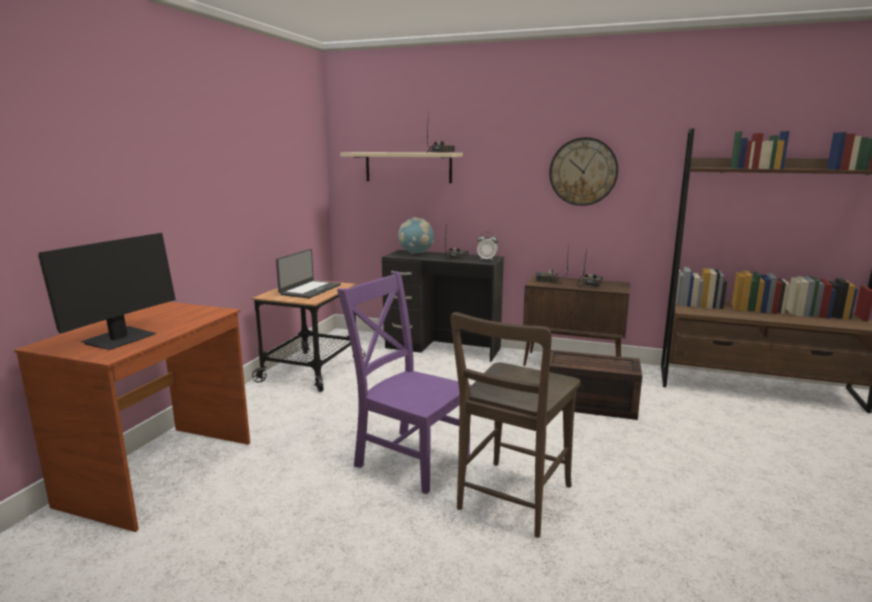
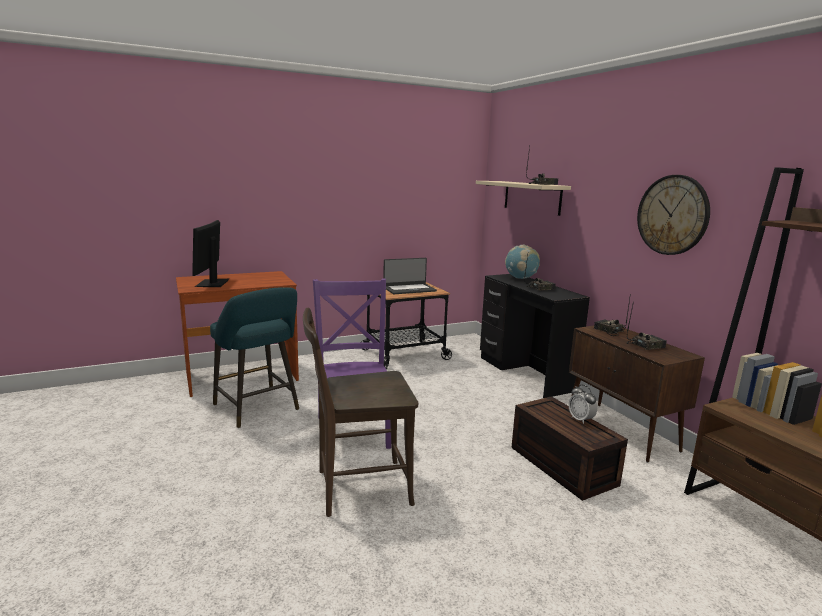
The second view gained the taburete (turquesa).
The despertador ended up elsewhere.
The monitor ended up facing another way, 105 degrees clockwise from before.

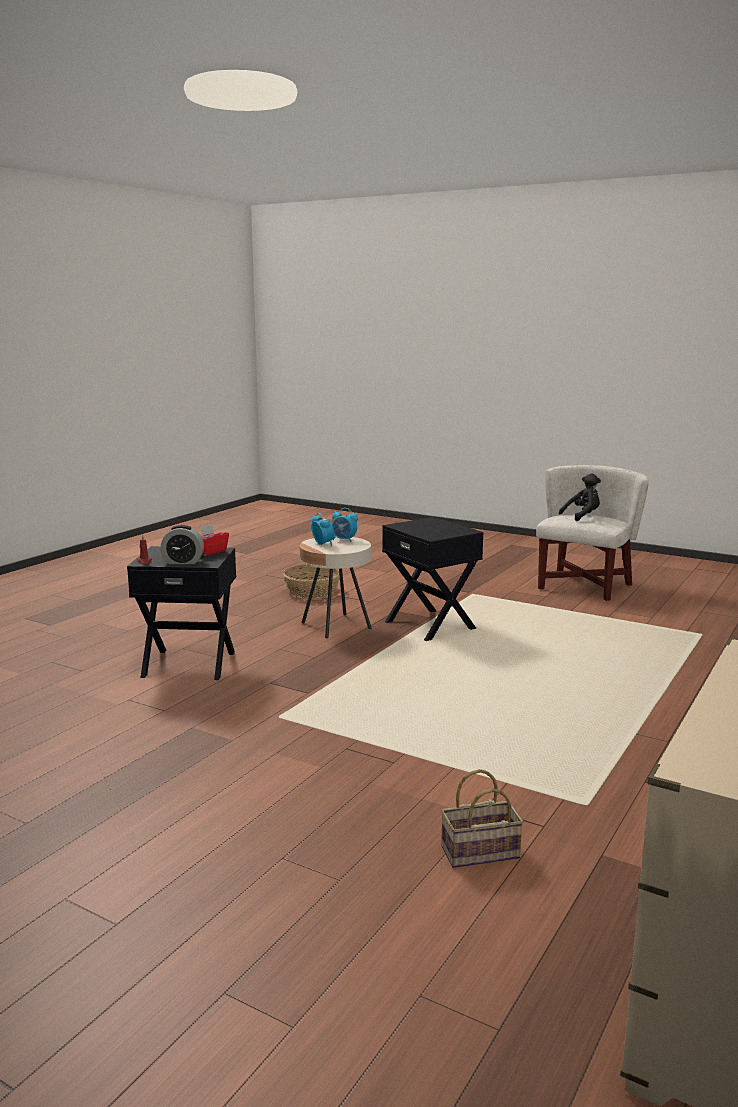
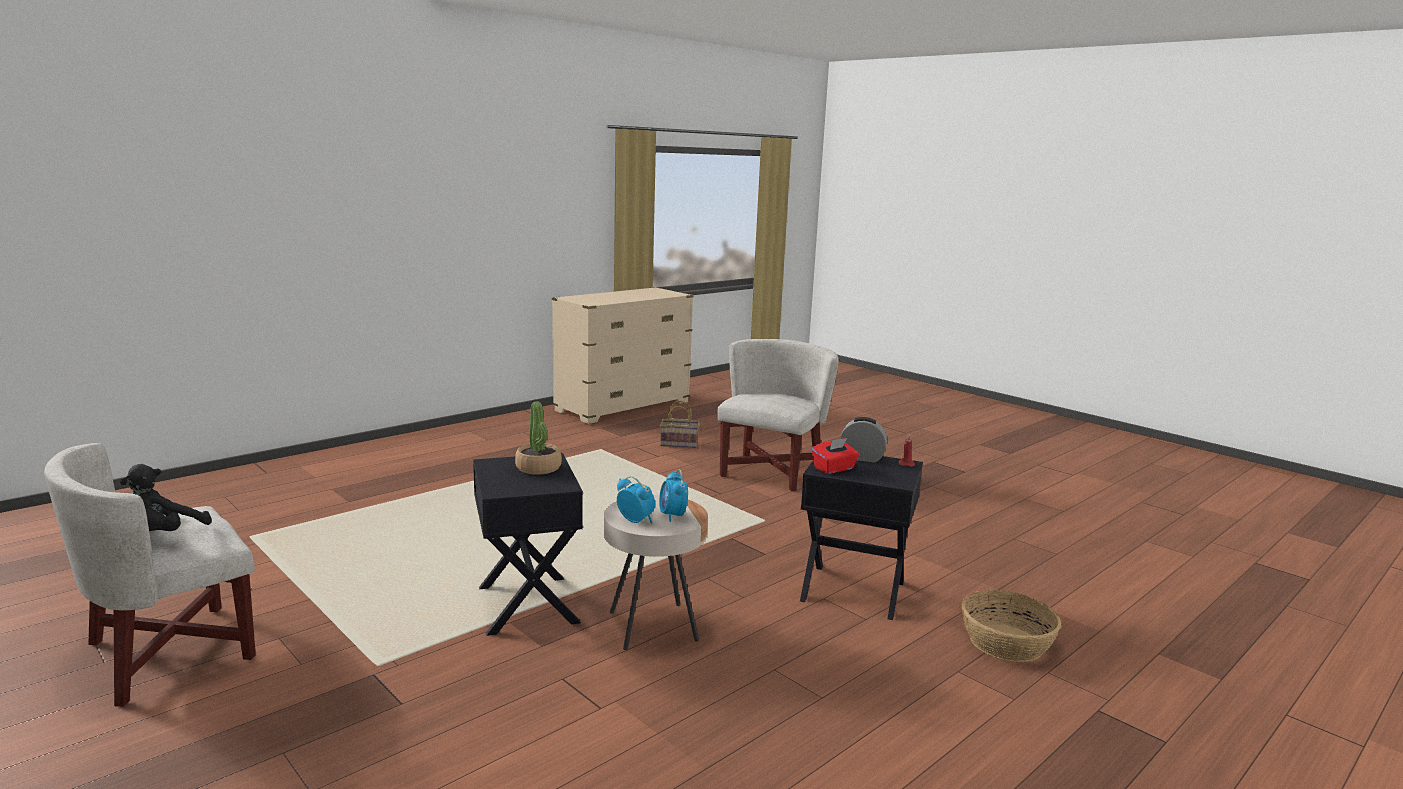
The second view gained the planta en maceta.
The second view gained the sillón (blanco) (2nd from left).
The cesta (1st from left in the first image) ended up elsewhere.
The peluche (negro) ended up facing another way, 60 degrees counterclockwise from before.

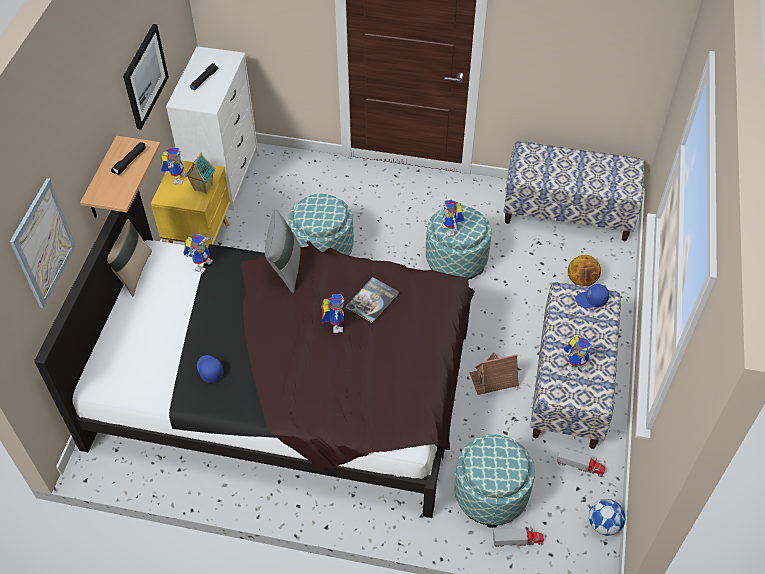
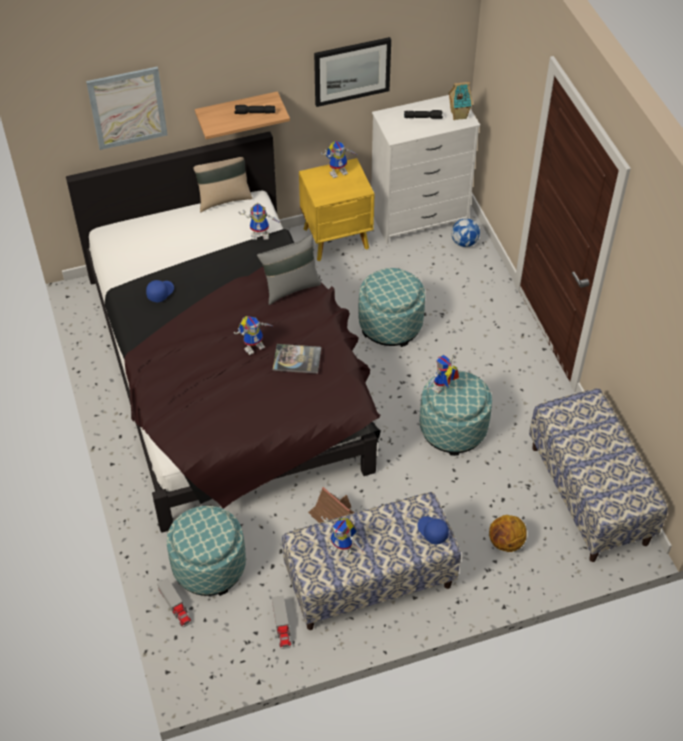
The casita (1st from left in the first image) ended up elsewhere.
The balón de fútbol ended up elsewhere.

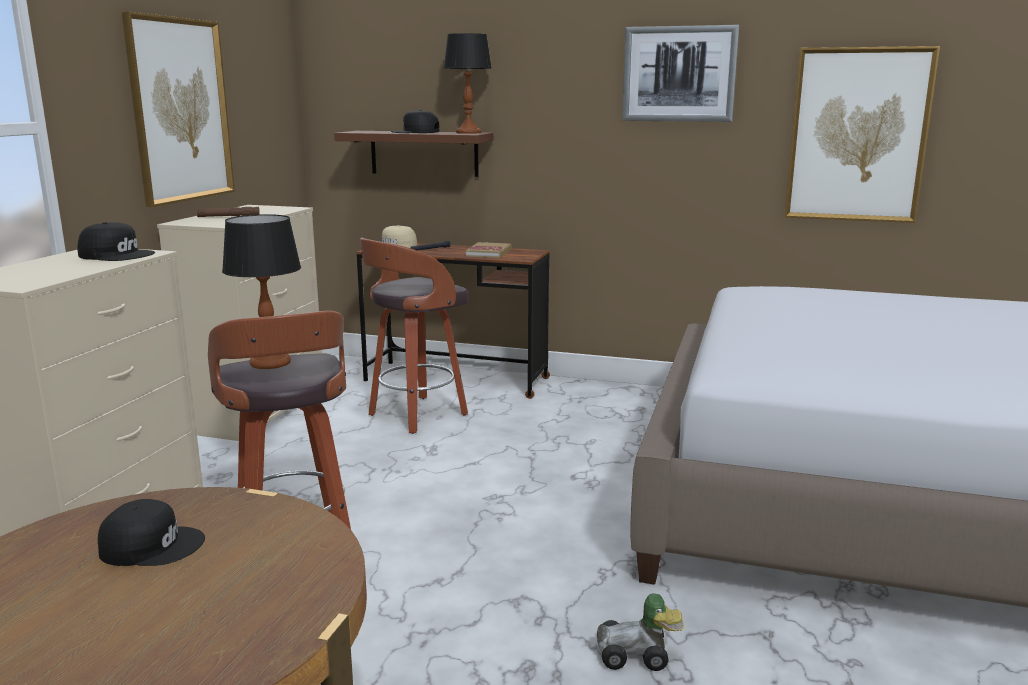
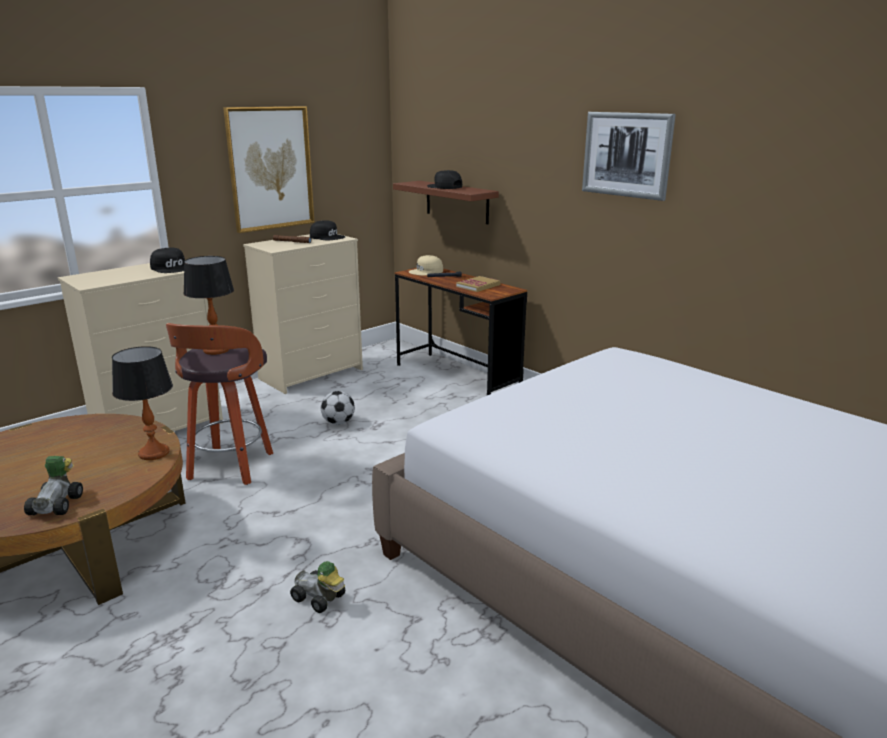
The second view lost the taburete (2nd from left).
The second view lost the cuadro (3rd from left).
The second view gained the coche de juguete (1st from left).
The second view gained the balón de fútbol.
The gorra (negro) (2nd from left) ended up elsewhere.
The lámpara de mesa (2nd from left in the first image) ended up elsewhere.

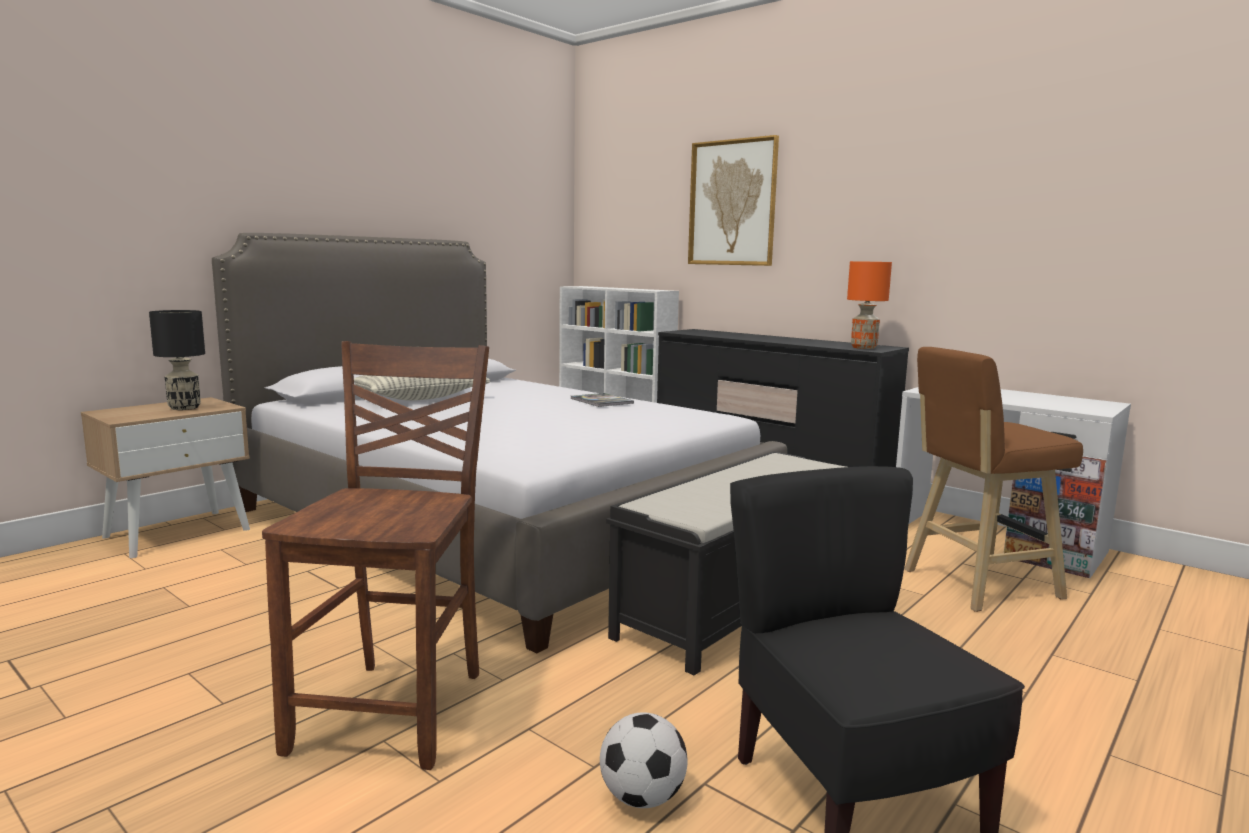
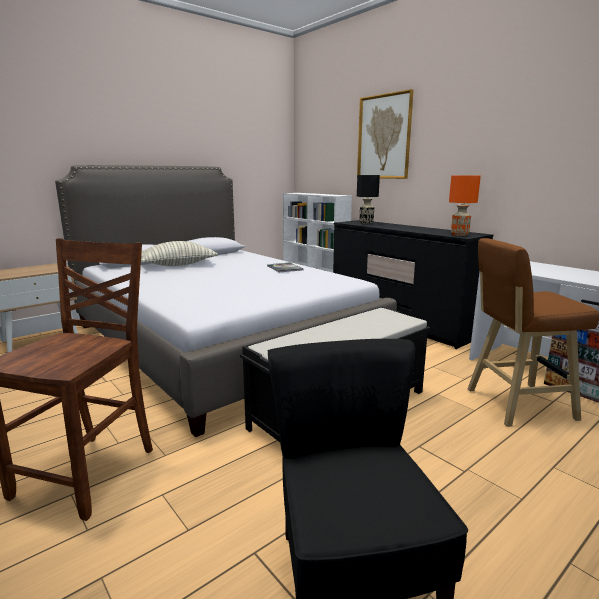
The second view lost the balón de fútbol.
The lámpara de mesa (negro) ended up elsewhere.

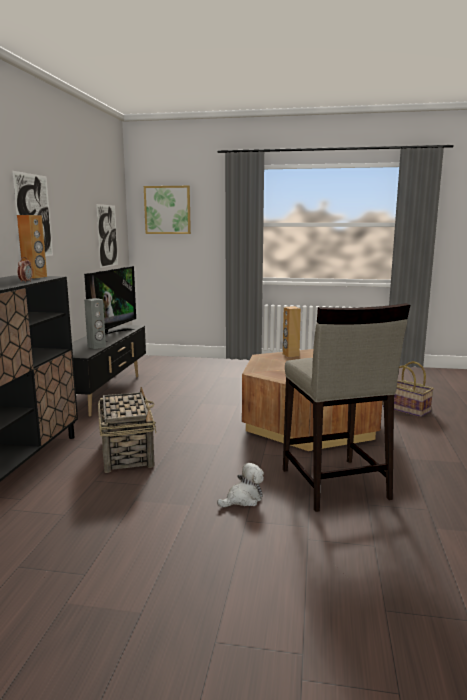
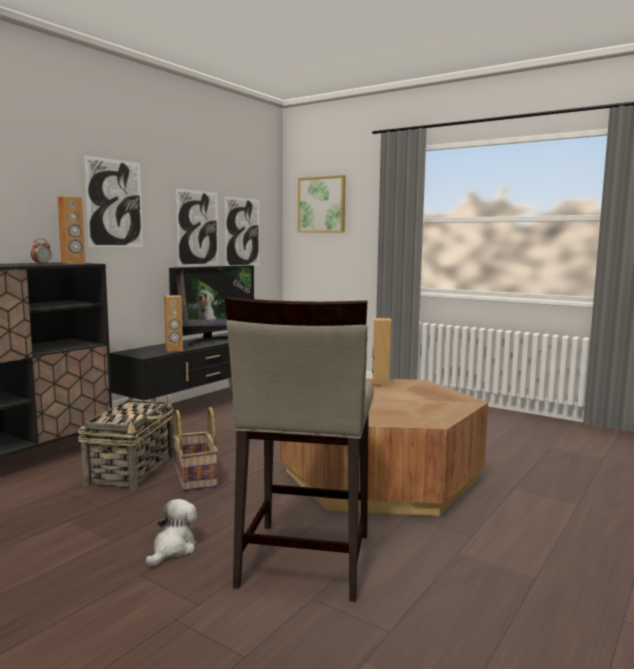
The second view gained the cuadro (2nd from left).
The cesta (2nd from left) ended up elsewhere.
What was the altavoz (gris) turned into the altavoz (marrón) (2nd from left).
The peluche ended up facing another way, 60 degrees counterclockwise from before.

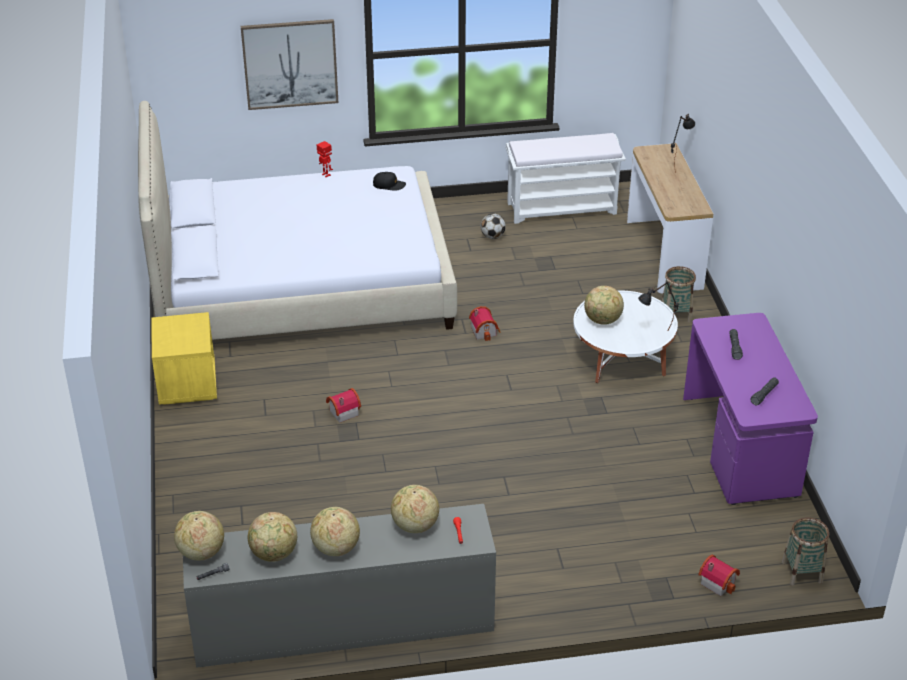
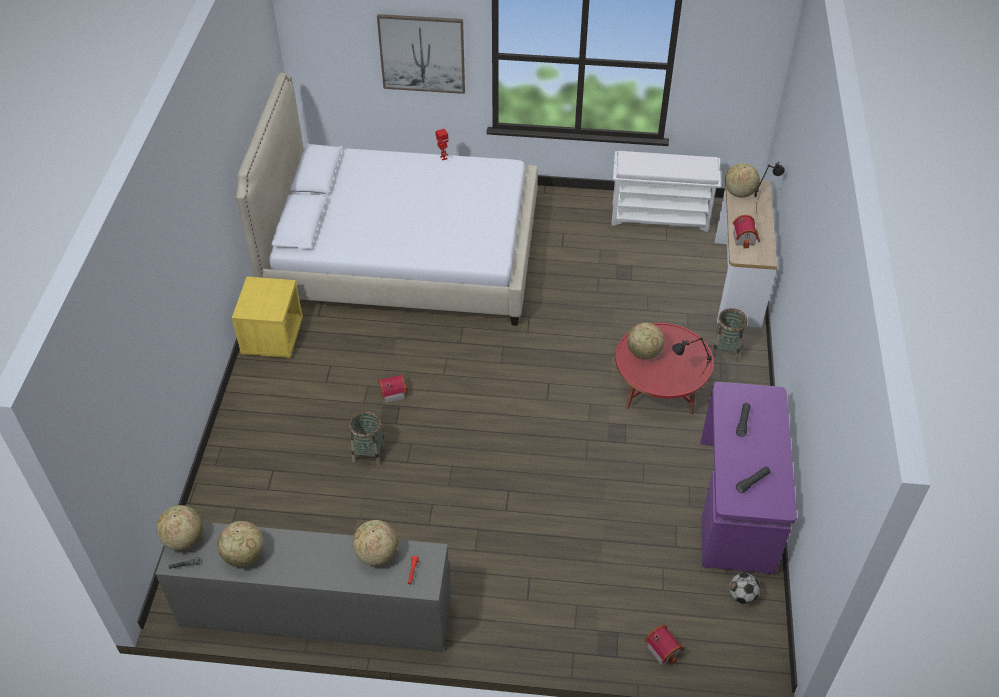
The second view lost the gorra (negro).
The globo terráqueo (3rd from left in the first image) ended up elsewhere.
The casita (2nd from left in the first image) ended up elsewhere.
The balón de fútbol ended up elsewhere.
The cesta (2nd from left in the first image) ended up elsewhere.
What was the mesa de centro (blanco) turned into the mesa de centro (rojo).

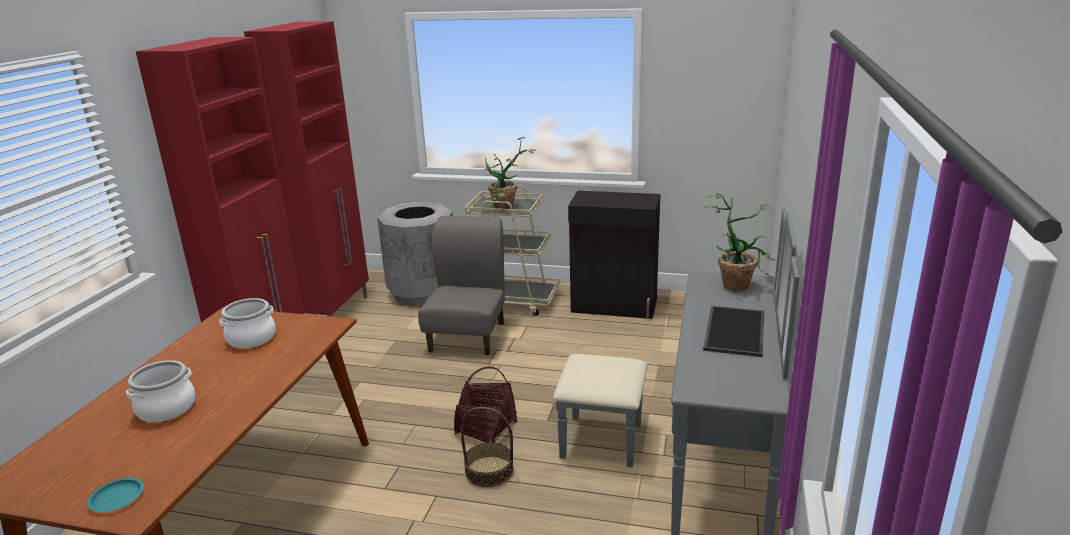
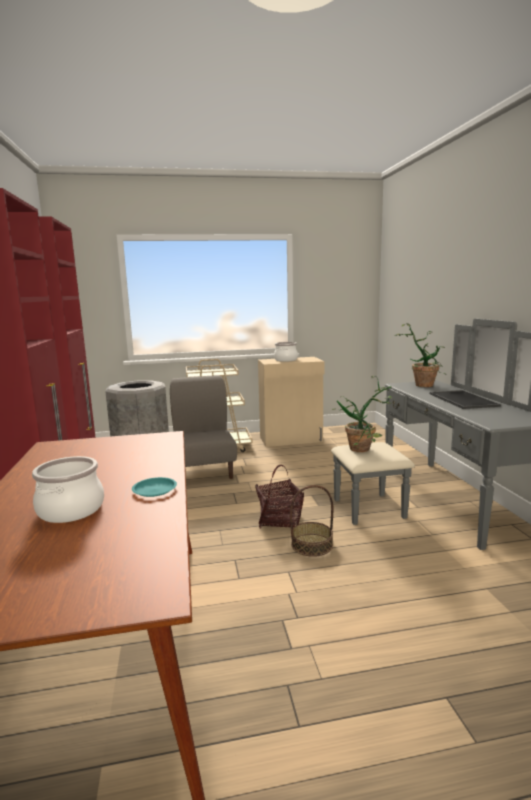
The plato (turquesa) ended up elsewhere.
The olla (2nd from left) ended up elsewhere.
The planta en maceta (1st from left) ended up elsewhere.
What was the armario (negro) turned into the armario (beis).

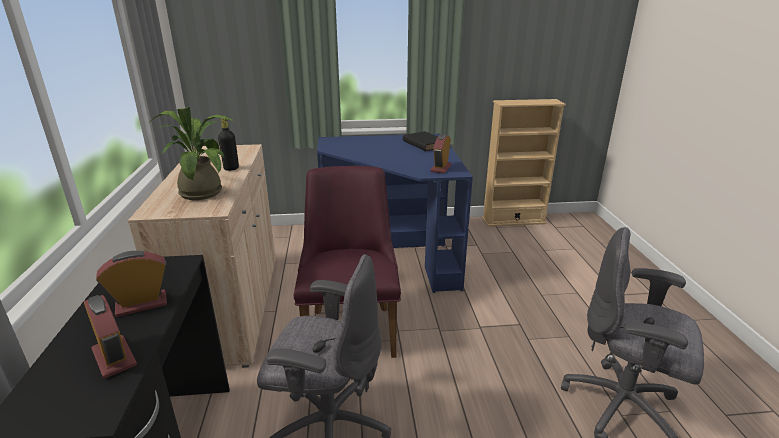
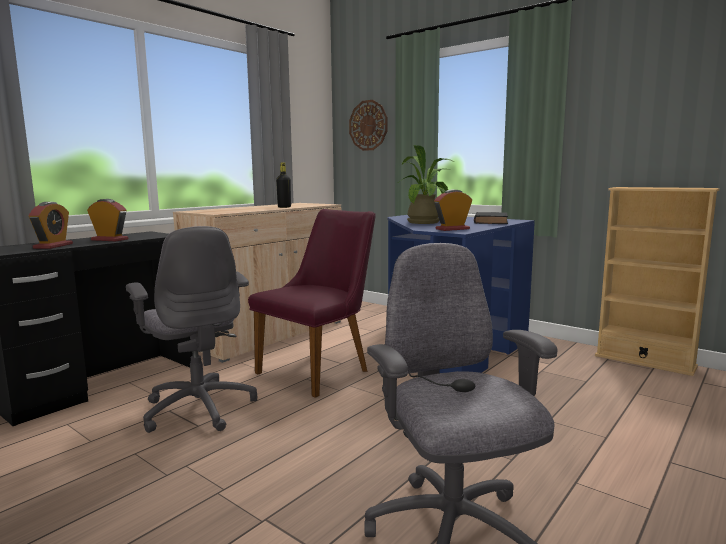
The second view gained the reloj de pared.
The planta en maceta ended up elsewhere.

